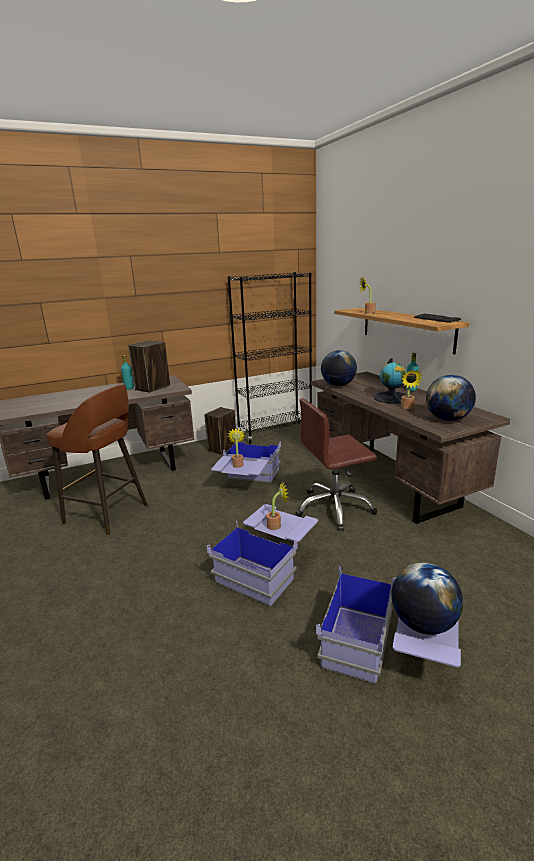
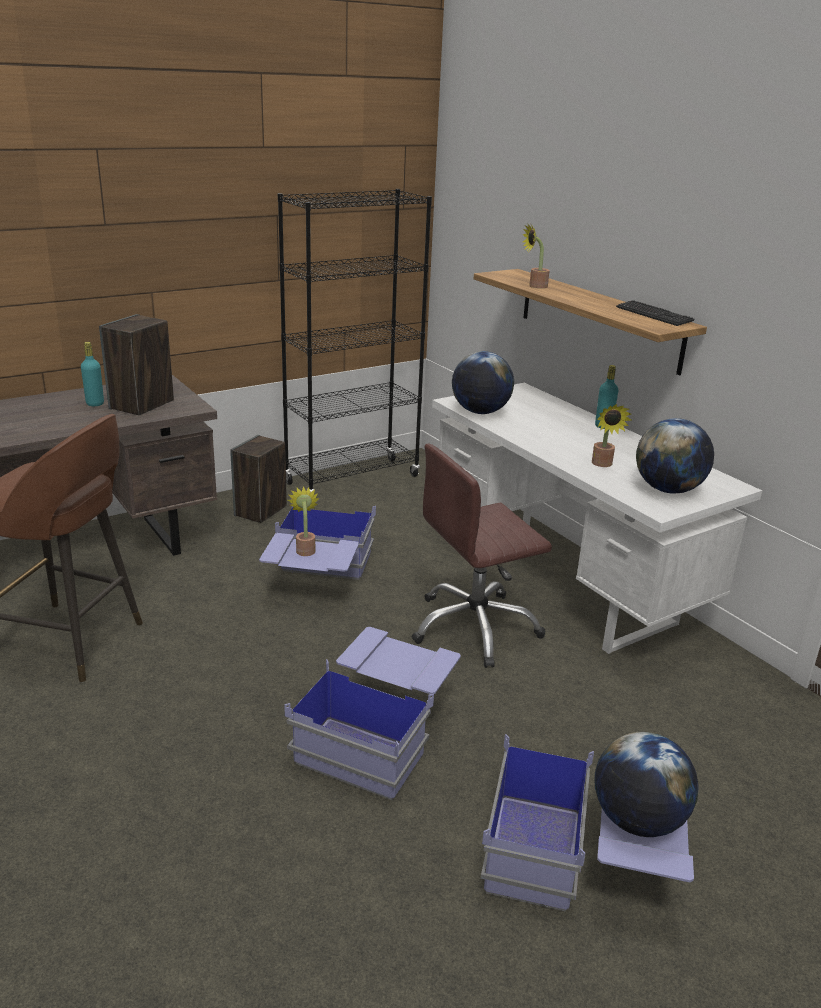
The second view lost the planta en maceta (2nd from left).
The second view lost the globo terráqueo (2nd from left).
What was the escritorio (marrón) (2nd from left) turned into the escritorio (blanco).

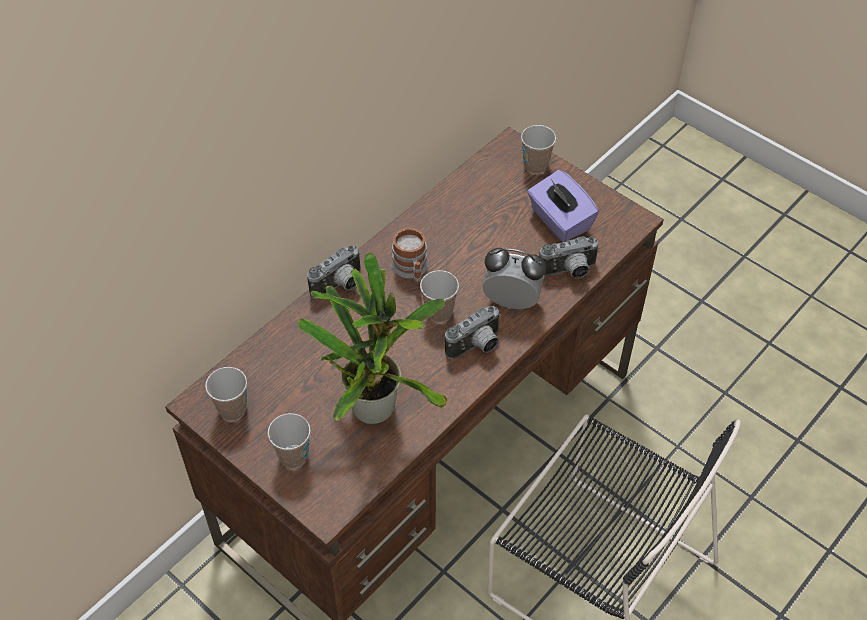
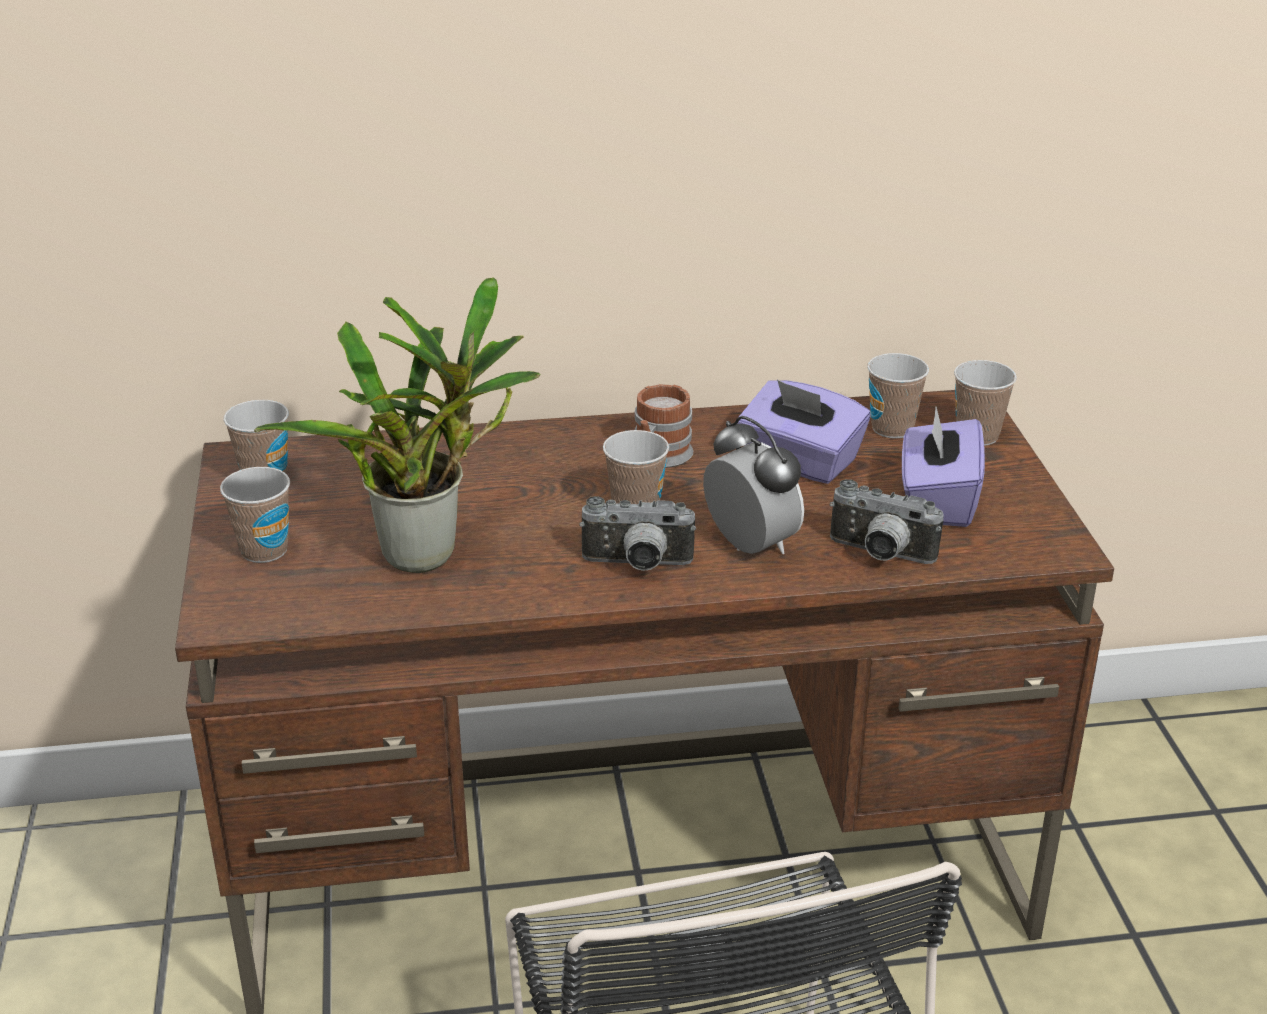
The second view lost the cámara (1st from left).
The second view gained the caja de pañuelos (morado) (1st from left).
The second view gained the taza (4th from left).

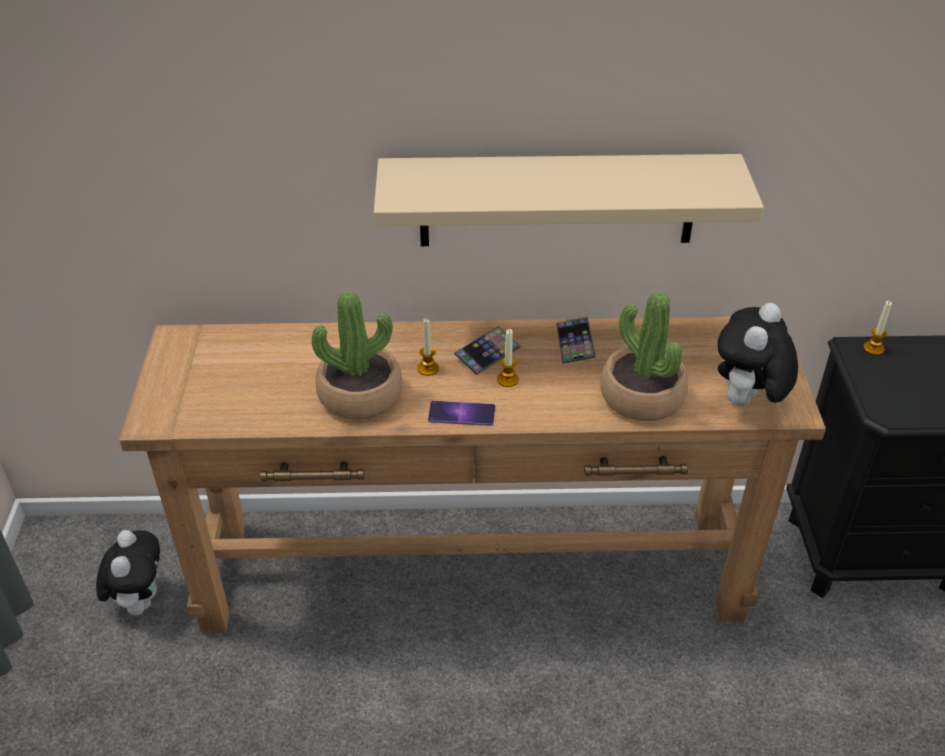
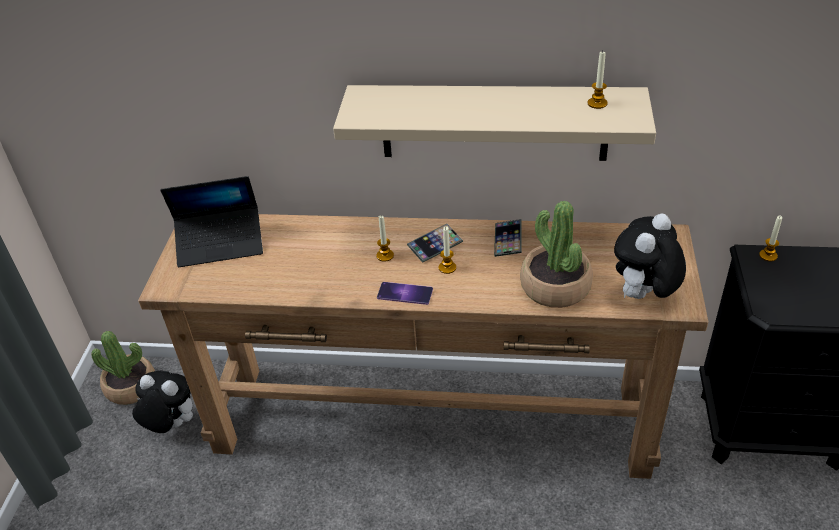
The second view gained the portátil.
The second view gained the vela (3rd from left).
The planta en maceta (1st from left) ended up elsewhere.
The peluche (1st from left) ended up facing another way, 75 degrees counterclockwise from before.

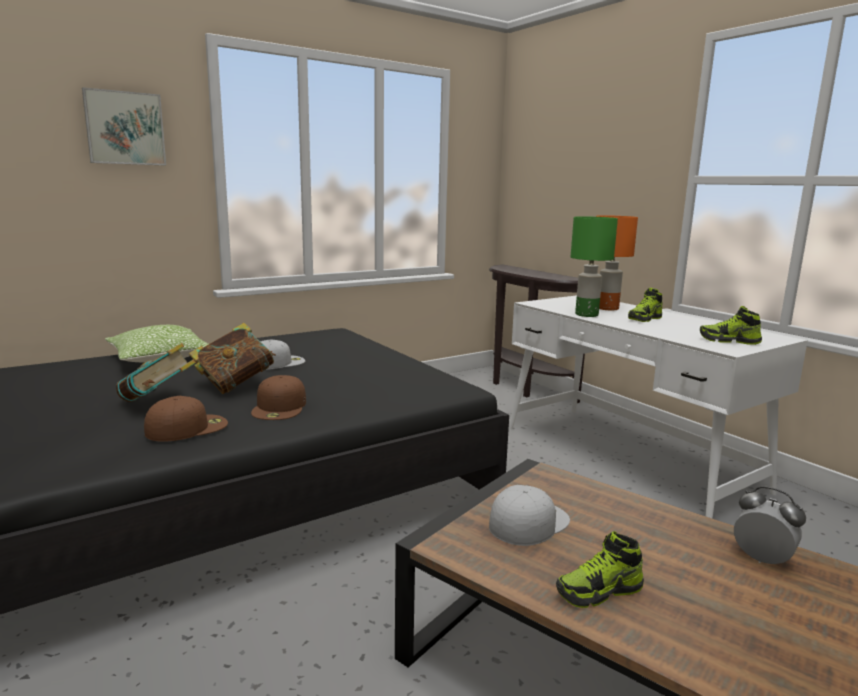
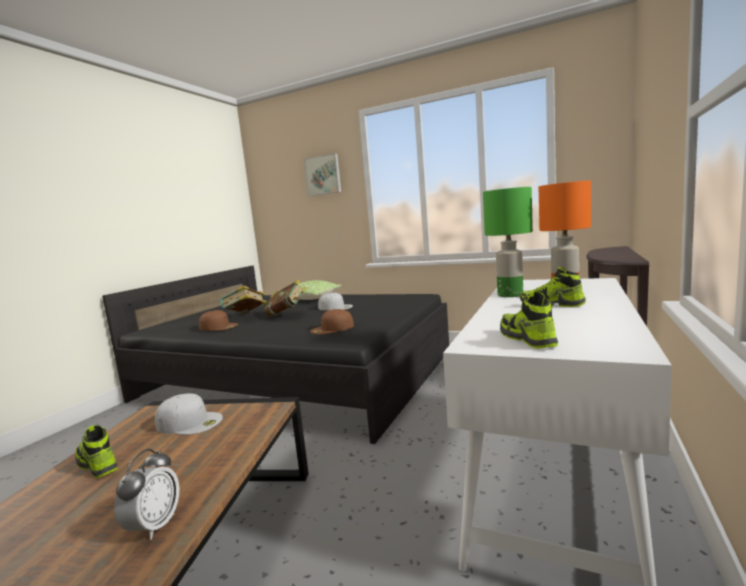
The gorra (marrón) (2nd from left) ended up elsewhere.

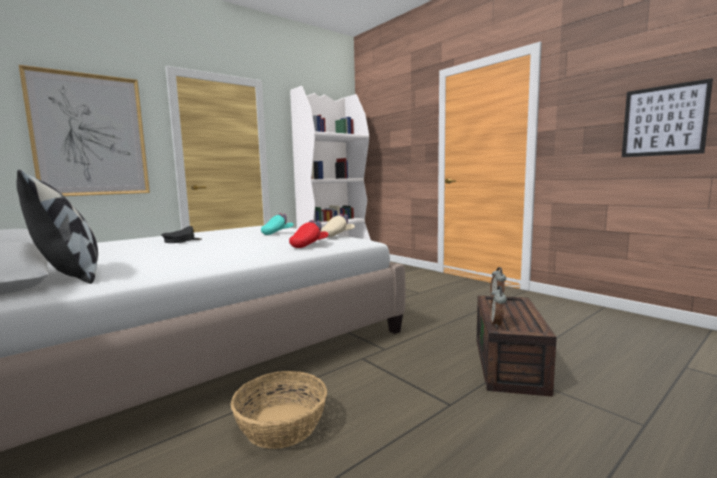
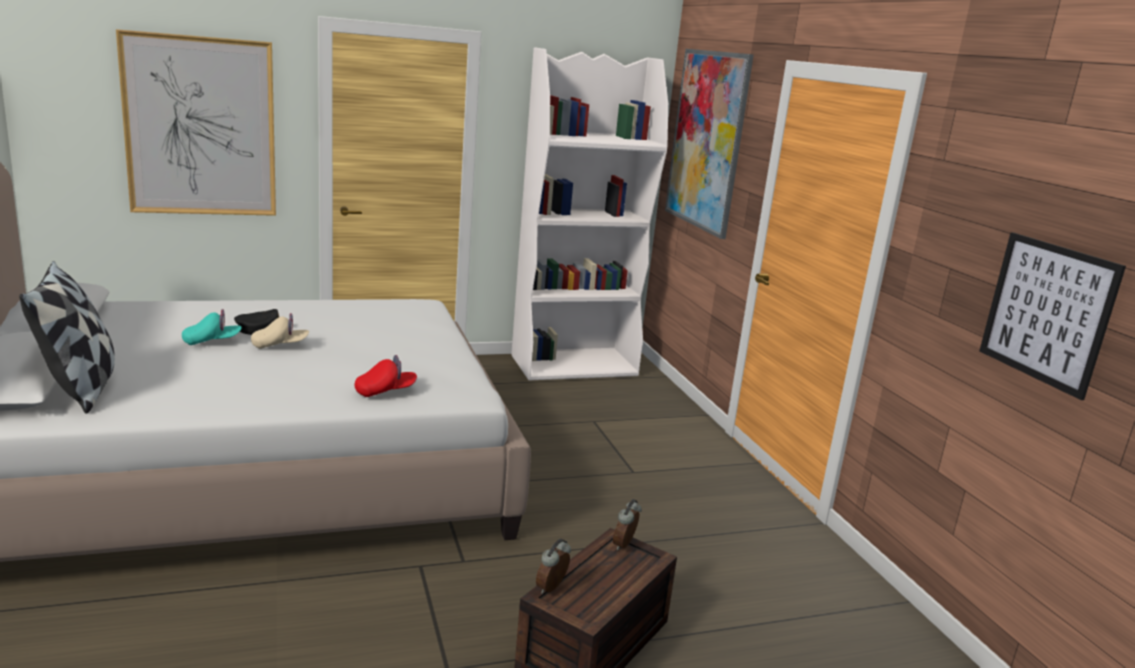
The second view lost the cesta.
The second view gained the cuadro (2nd from left).
The gorra (turquesa) ended up elsewhere.
The gorra (beis) ended up elsewhere.

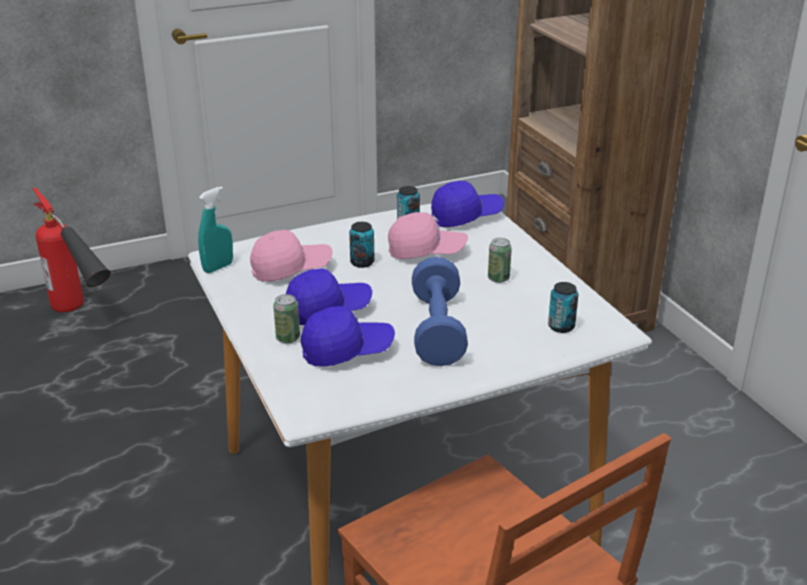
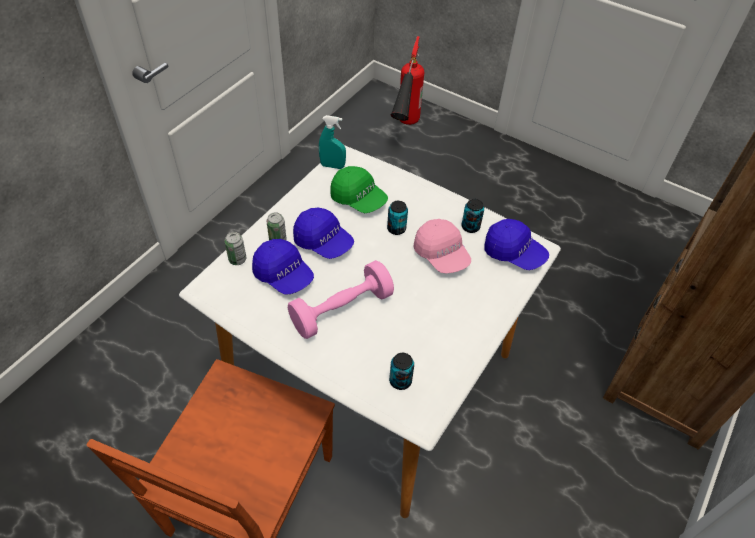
The lata (4th from left in the first image) ended up elsewhere.
What was the gorra (rosa) (1st from left) turned into the gorra (verde).
What was the mancuerna (azul) turned into the mancuerna (rosa).

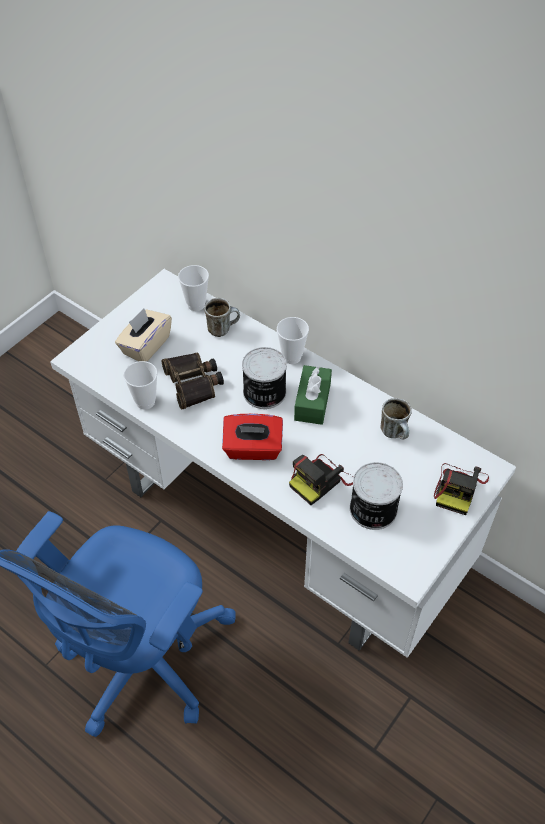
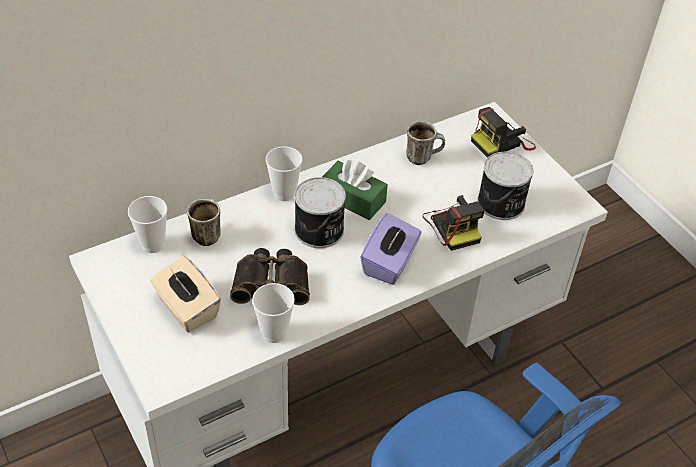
What was the caja de pañuelos (rojo) turned into the caja de pañuelos (morado).
The cámara (2nd from left) ended up facing another way, 105 degrees clockwise from before.

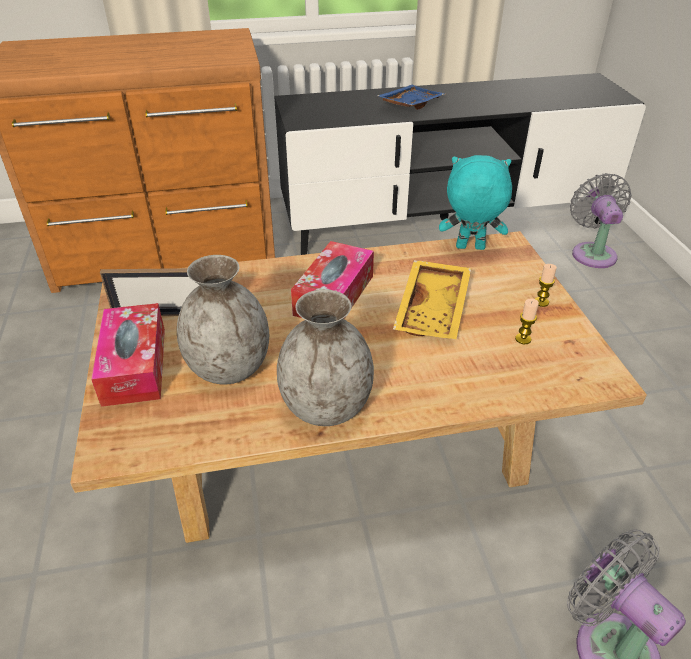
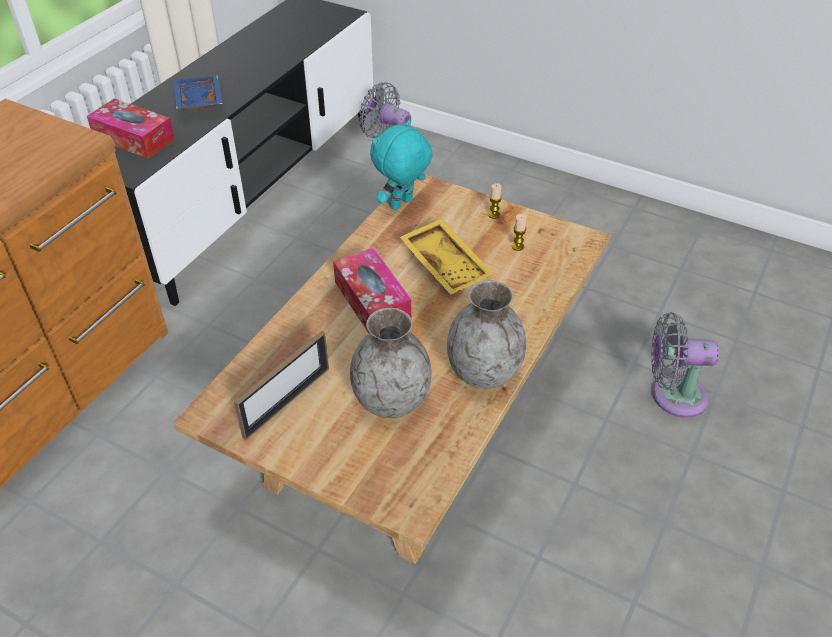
The caja de pañuelos (1st from left) ended up elsewhere.

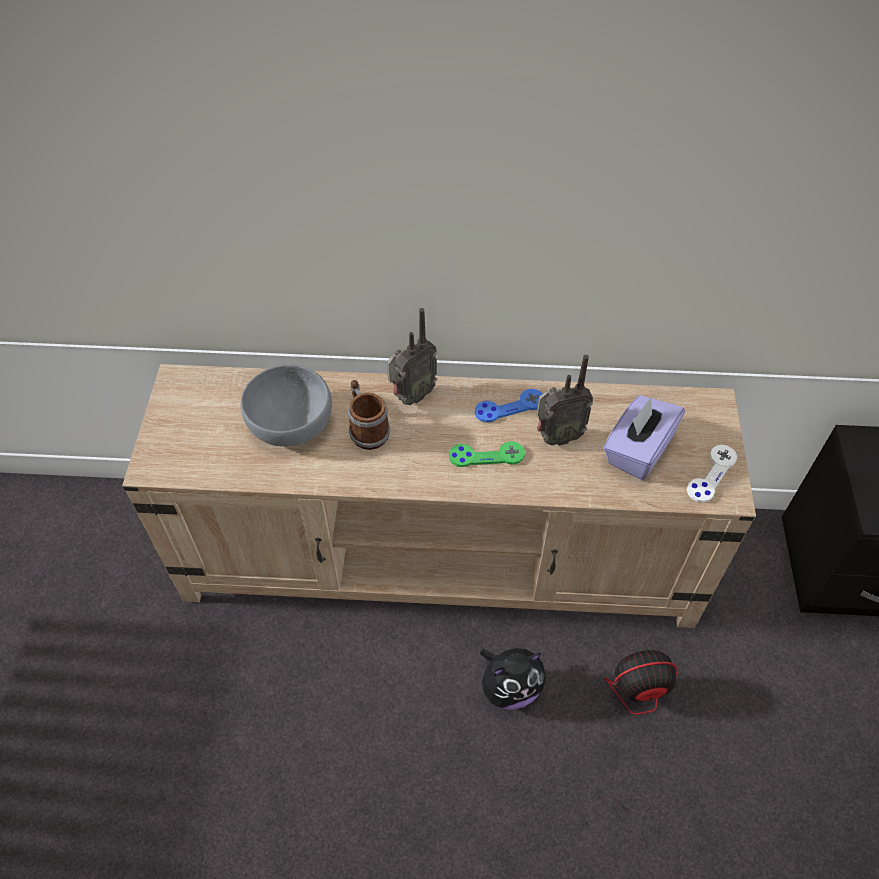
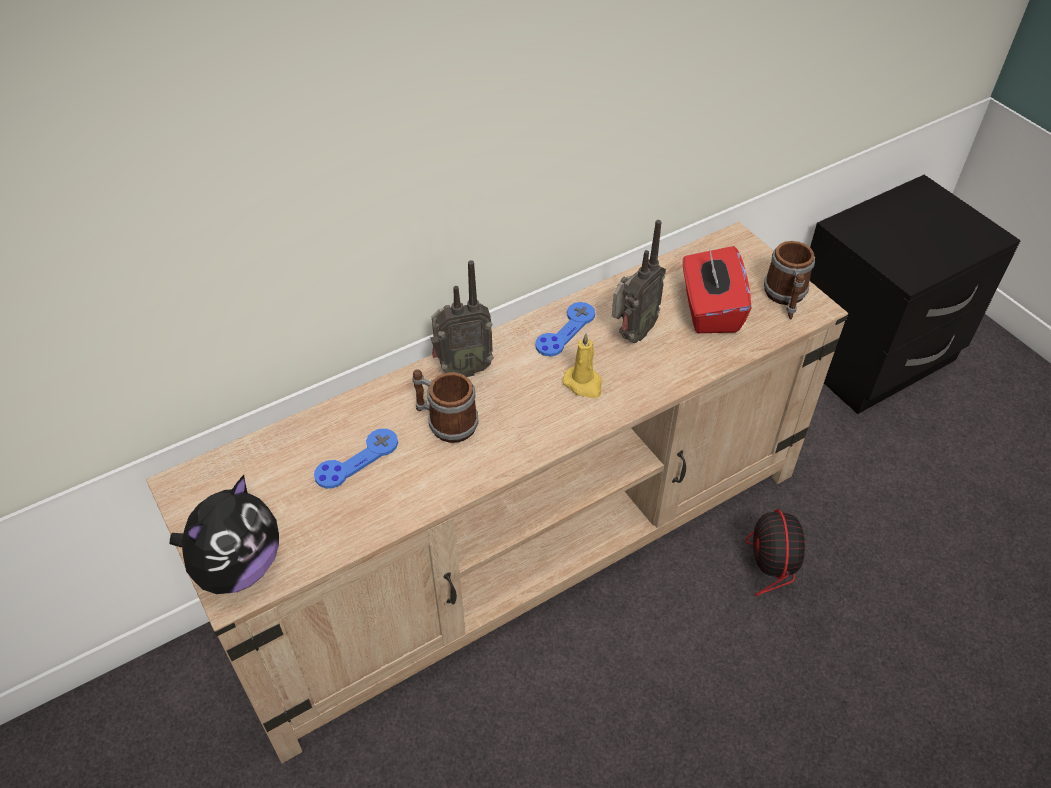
The peluche ended up elsewhere.
Where the cuenco (gris) stood, the mando de consola (azul) (1st from left) came to stand.
Where the mando de consola (verde) stood, the vela (amarillo) came to stand.
Where the mando de consola (blanco) stood, the taza grande (2nd from left) came to stand.
What was the caja de pañuelos (morado) turned into the caja de pañuelos (rojo).
The radio (1st from left) ended up facing another way, 60 degrees clockwise from before.
The ventilador ended up facing another way, 45 degrees counterclockwise from before.

